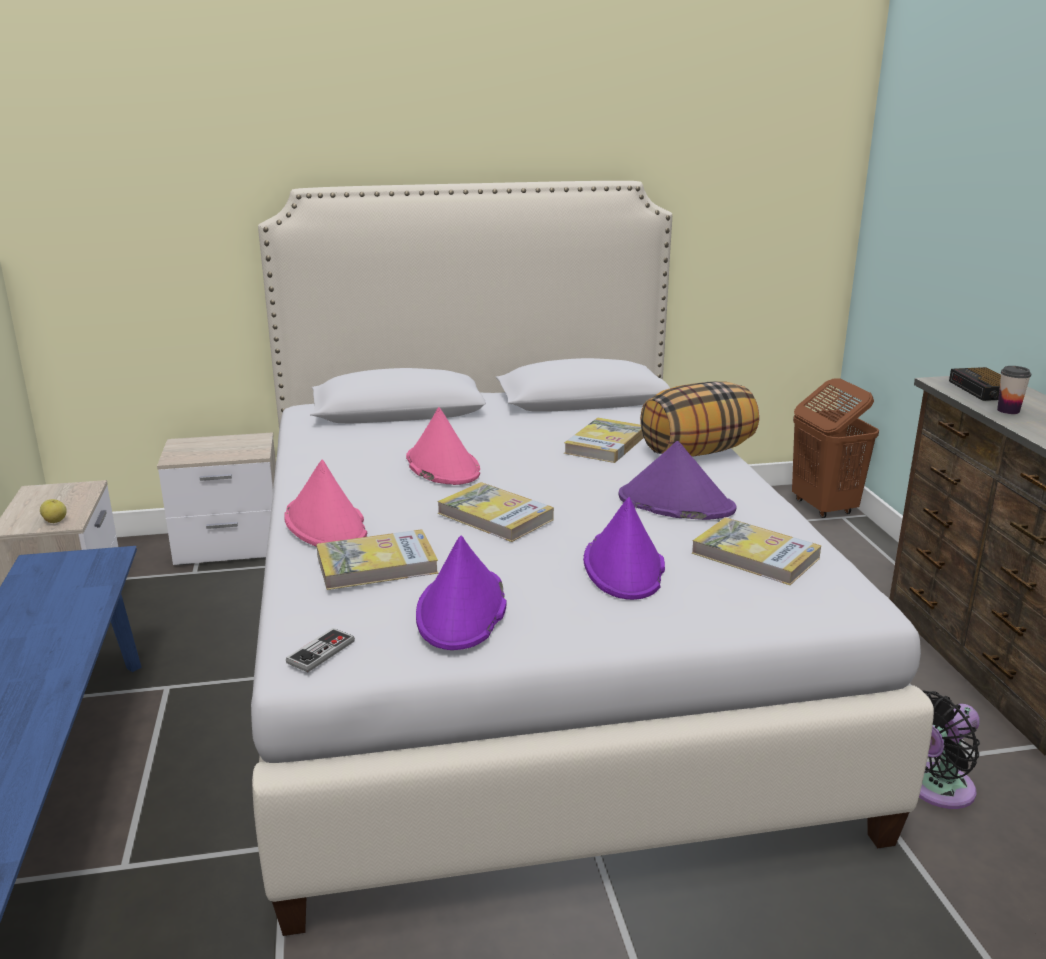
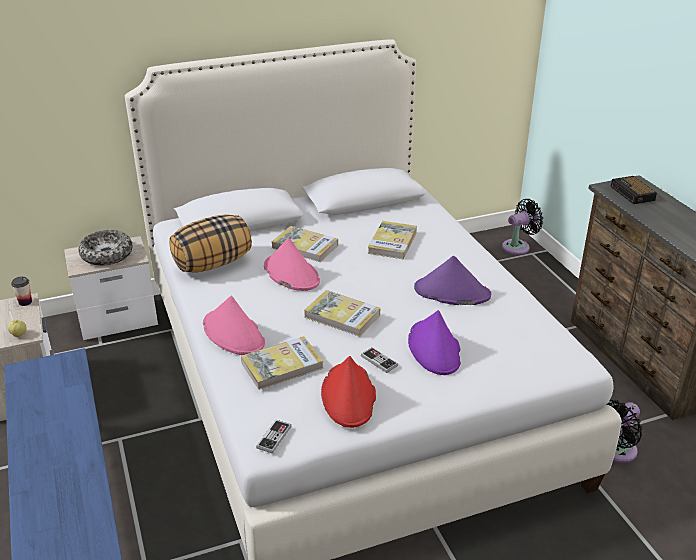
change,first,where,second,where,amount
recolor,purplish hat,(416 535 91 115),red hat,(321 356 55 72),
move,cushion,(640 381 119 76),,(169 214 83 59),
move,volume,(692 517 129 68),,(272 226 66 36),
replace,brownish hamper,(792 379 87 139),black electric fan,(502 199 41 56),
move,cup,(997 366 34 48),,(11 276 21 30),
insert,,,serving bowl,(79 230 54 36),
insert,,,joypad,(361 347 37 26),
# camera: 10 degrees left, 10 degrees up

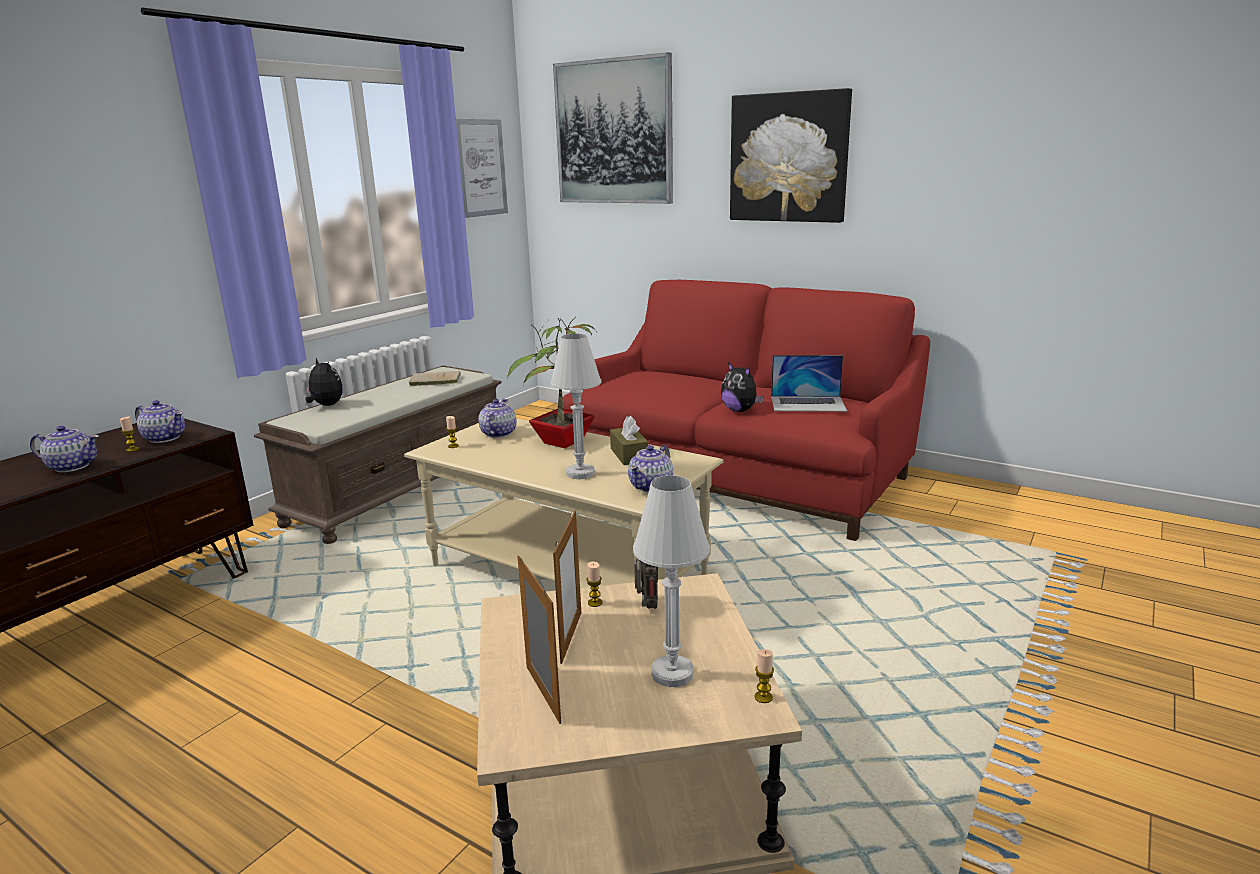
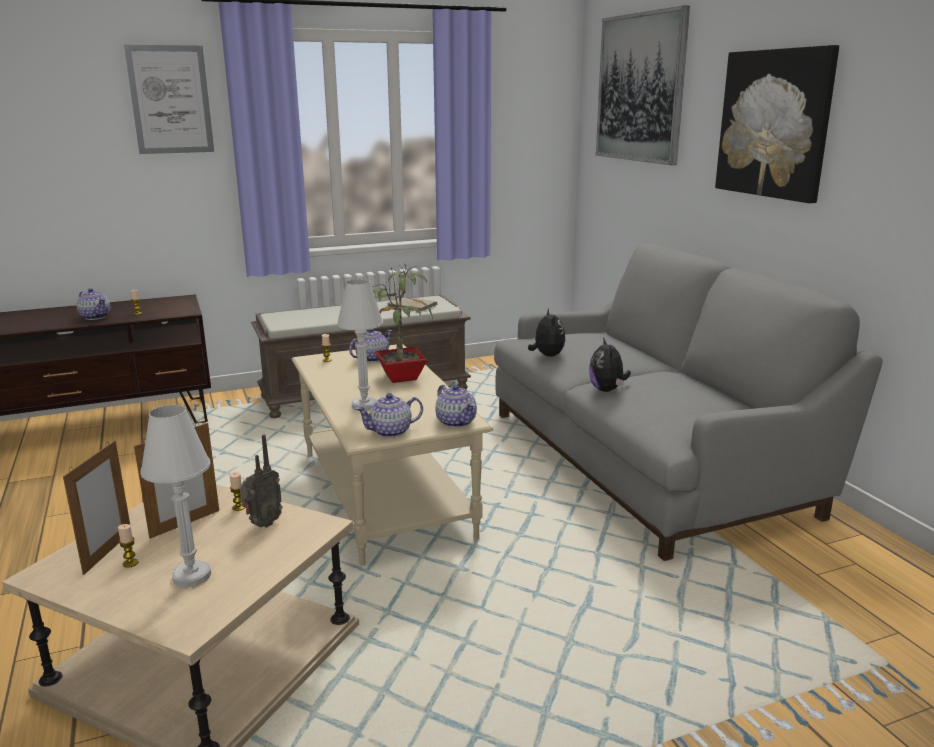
change,first,where,second,where,amount
move,teapot,(135 400 50 43),,(436 385 41 43),
move,soft toy,(305 357 38 49),,(528 309 37 48),
move,wall art,(456 119 52 99),,(124 45 90 109),
recolor,red couch,(563 280 367 261),grey couch,(494 244 388 317),
delete,brownish tissue box,(610 416 38 49),,,
move,wax light,(755 649 19 54),,(118 524 21 44),
delete,notebook computer,(771 355 76 57),,,
# camera: 35 degrees right, 0 degrees up

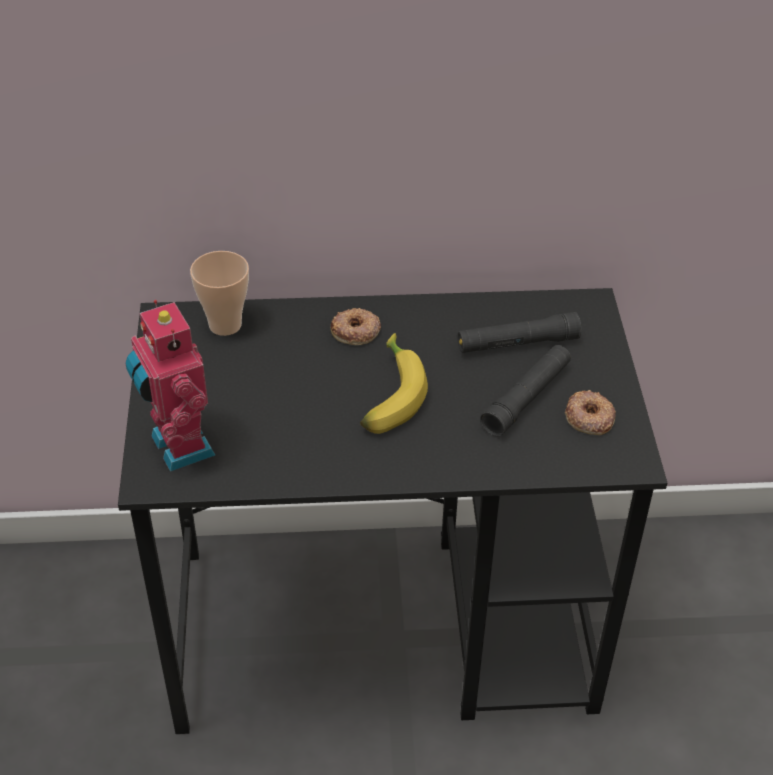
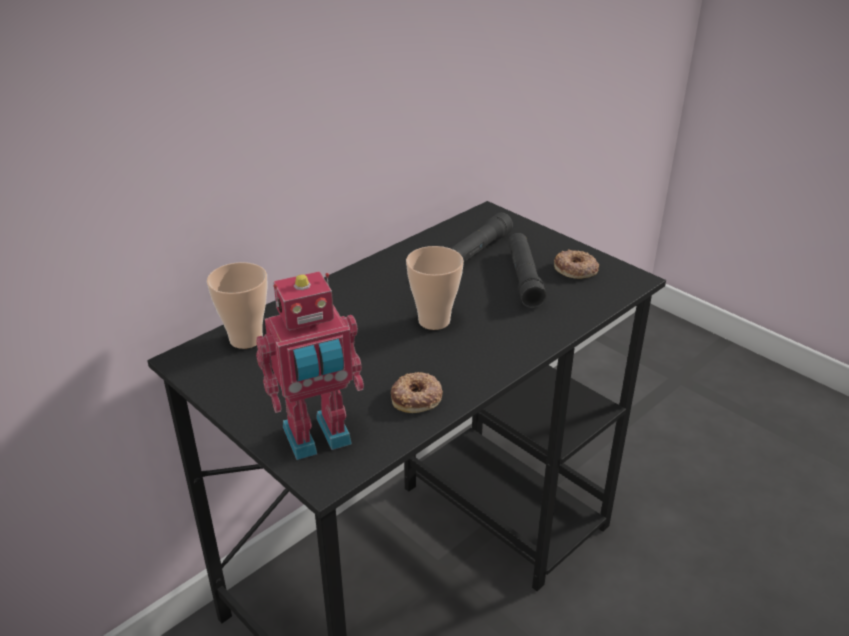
change,first,where,second,where,amount
rotate,toy robot,(125 300 90 172),,(256 271 108 189),45 degrees counterclockwise
move,doughnut,(331 308 50 37),,(391 372 52 41),
replace,banana,(360 333 68 101),cup,(406 246 58 84),
# camera: 40 degrees left, 10 degrees down

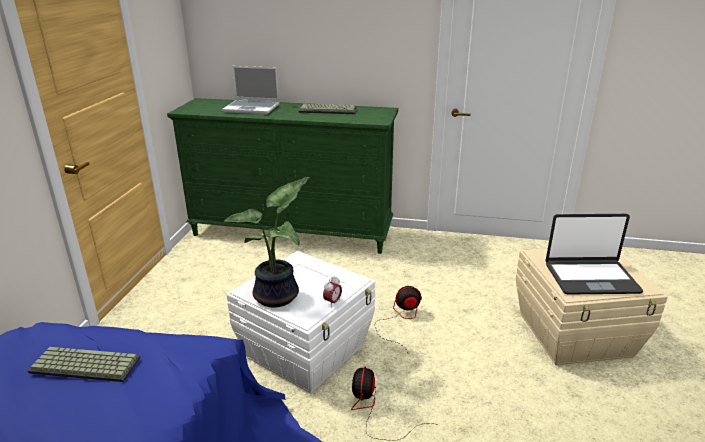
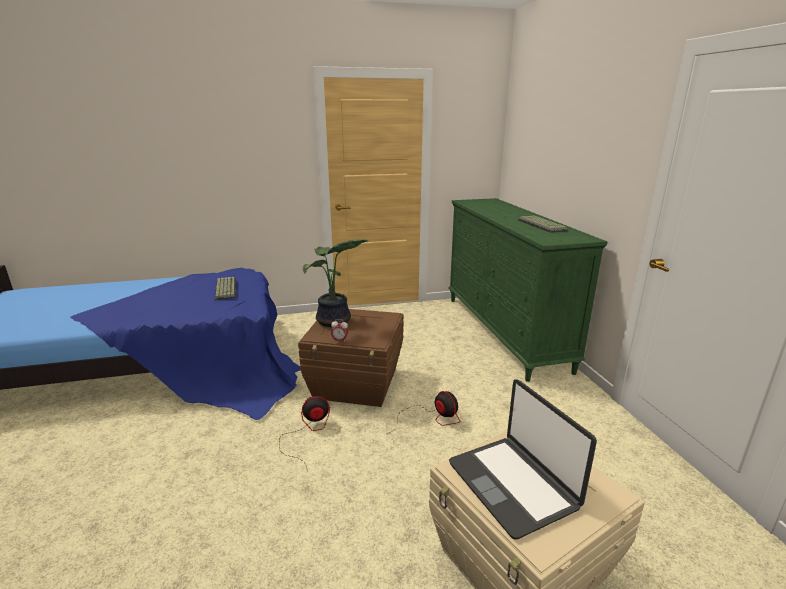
change,first,where,second,where,amount
delete,notebook computer,(222 66 58 49),,,
recolor,whitish storage bin,(227 251 148 142),brownish storage bin,(298 309 105 98),
# camera: 65 degrees right, 5 degrees down

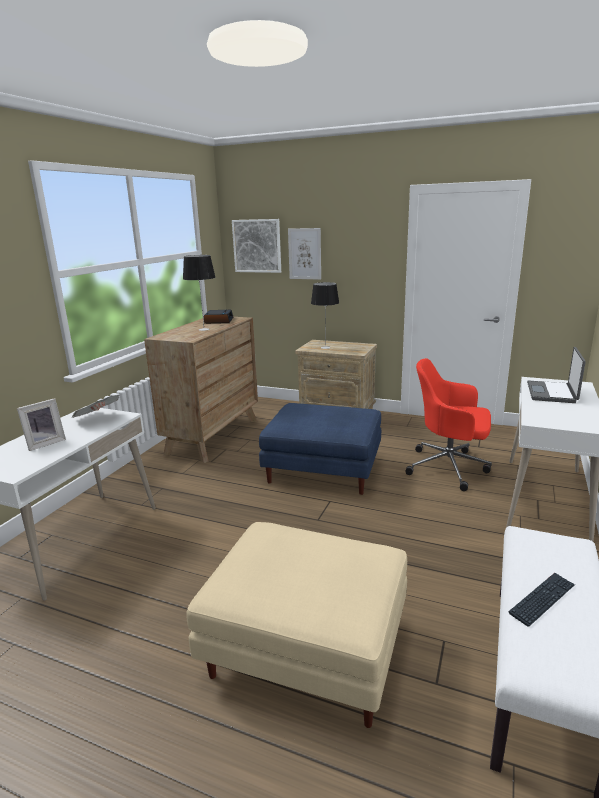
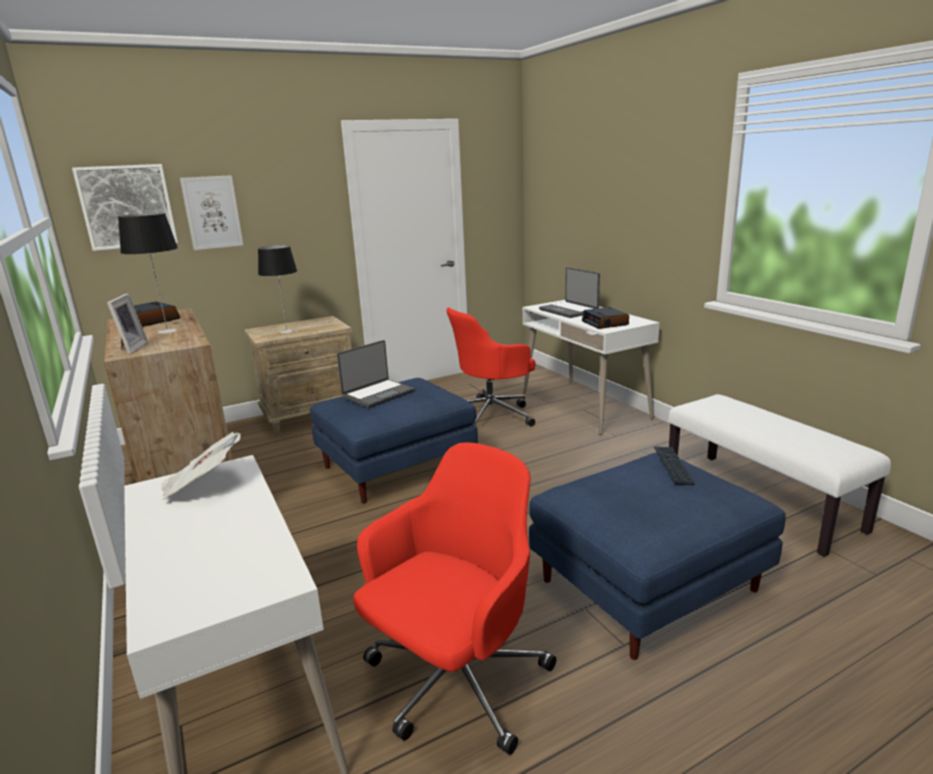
change,first,where,second,where,amount
move,standing frame,(17 398 49 53),,(107 293 41 61),
recolor,beige-coloured pouffe,(186 522 221 206),blue-coloured pouffe,(529 452 257 208),
move,computer keyboard,(508 573 67 54),,(654 446 41 39),
insert,,,notebook computer,(337 340 78 68),
insert,,,red office chair,(353 443 203 312),
insert,,,alarm clock,(582 307 47 22),
# camera: 50 degrees left, 0 degrees up

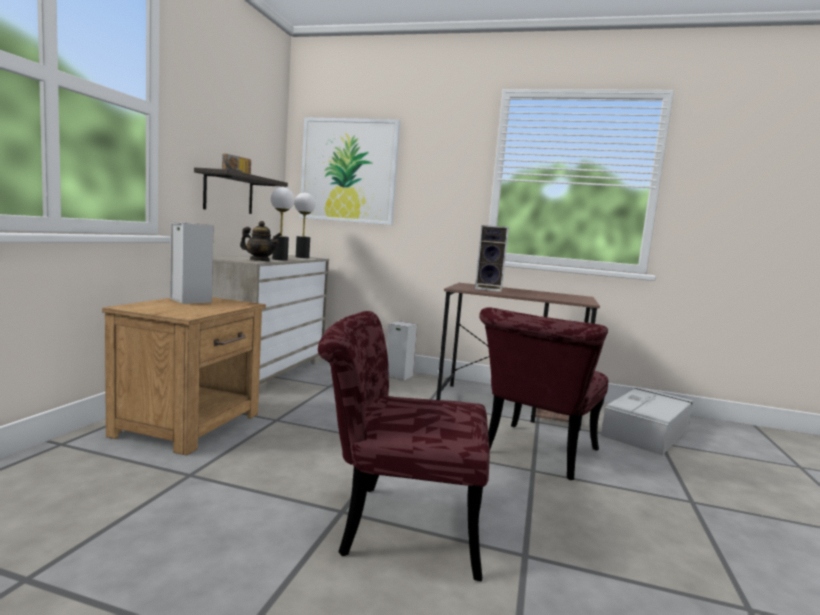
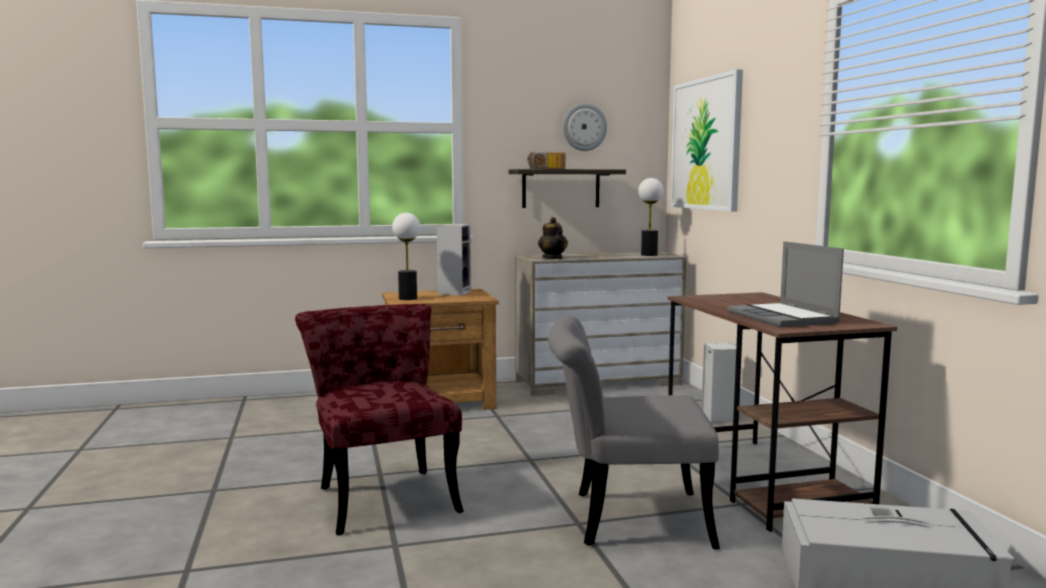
change,first,where,second,where,amount
move,table lamp,(271 187 23 73),,(392 213 28 87),
delete,loudspeaker,(475 225 34 67),,,
recolor,red upright chair,(479 307 129 173),grey upright chair,(548 315 172 235),
insert,,,wall clock,(563 103 44 48),
insert,,,notebook computer,(727 241 117 86),
# camera: 60 degrees right, 0 degrees up

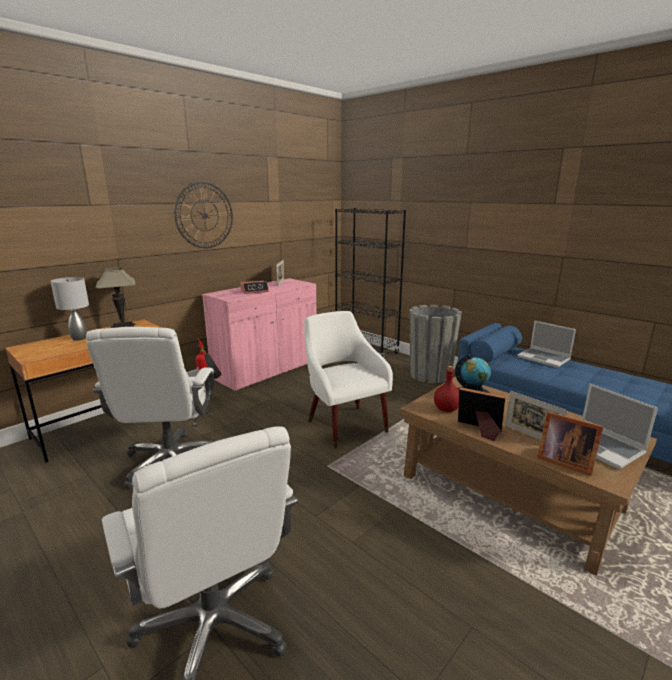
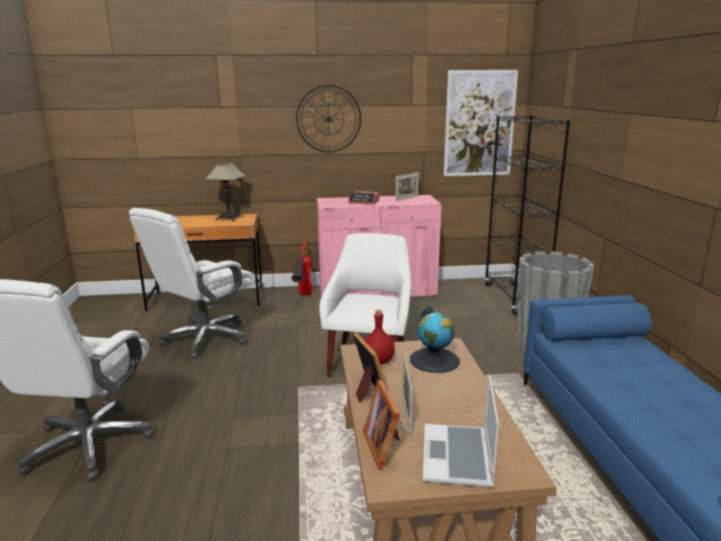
change,first,where,second,where,amount
delete,grey table lamp,(50 277 39 64),,,
delete,notebook computer,(517 321 59 47),,,
insert,,,wall art,(444 70 74 106),
# camera: 40 degrees right, 0 degrees up

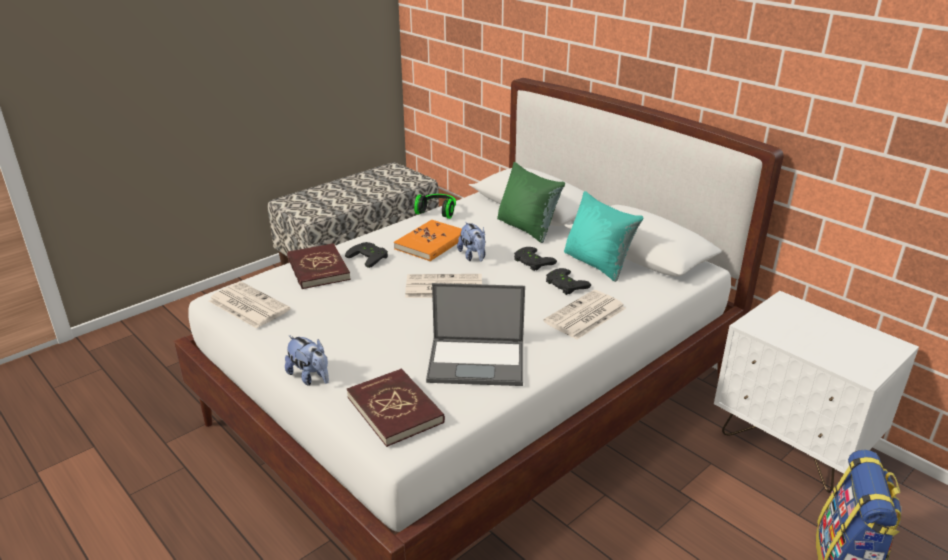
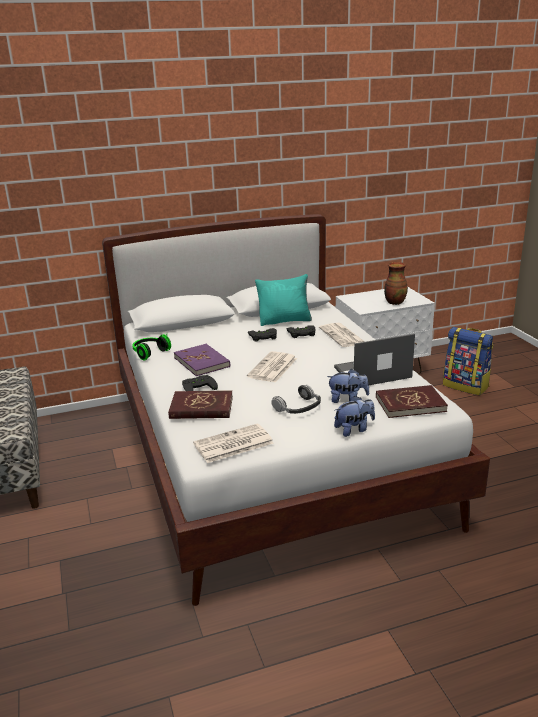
change,first,where,second,where,amount
recolor,orangey volume,(394 220 68 41),purplish volume,(174 344 56 32),
rotate,notebook computer,(426 283 99 103),,(334 334 81 51),135 degrees counterclockwise
move,soft toy,(457 222 29 40),,(327 369 42 34),
delete,greenish cushion,(497 162 68 81),,,
insert,,,pair of headphones,(271 385 50 29),
insert,,,vase,(384 262 24 43),
# camera: 65 degrees left, 5 degrees down

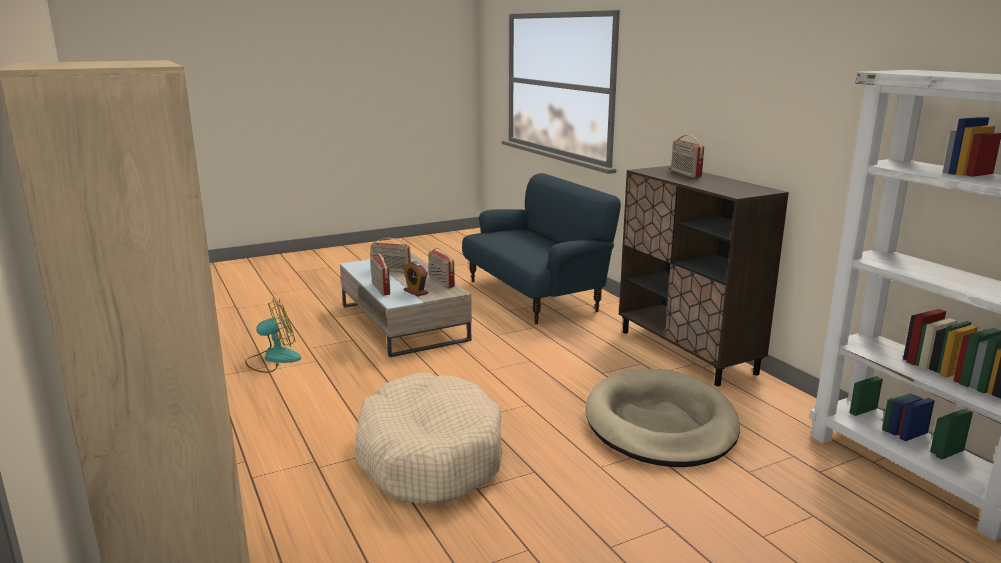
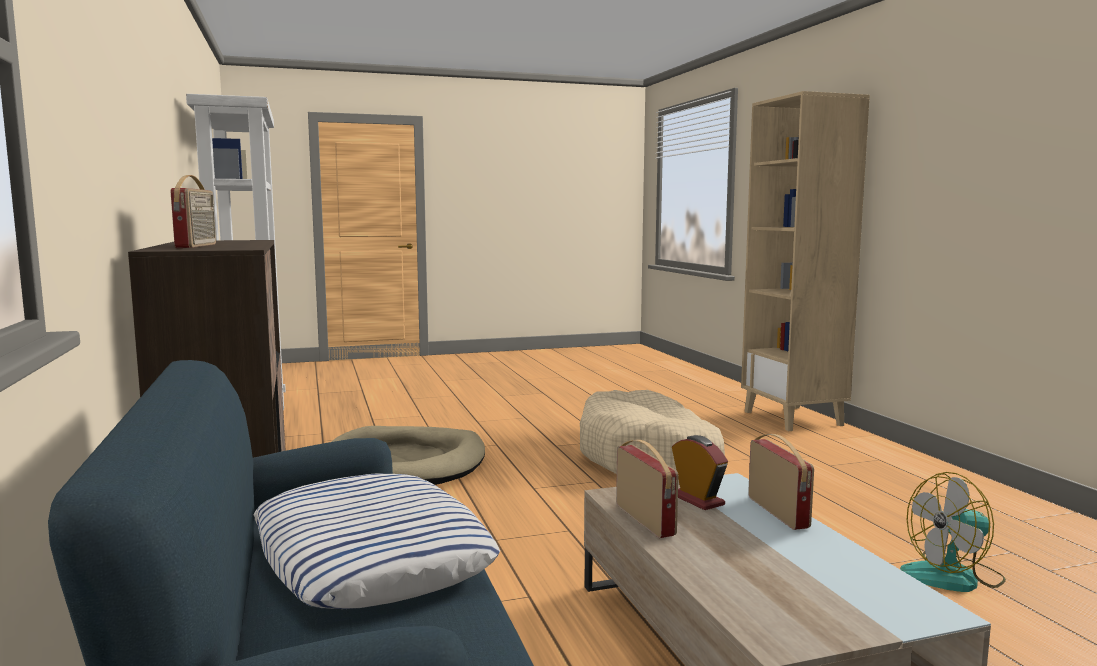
change,first,where,second,where,amount
delete,radio,(371 238 40 34),,,
insert,,,cushion,(253 473 247 136),
# camera: 170 degrees left, 10 degrees down

